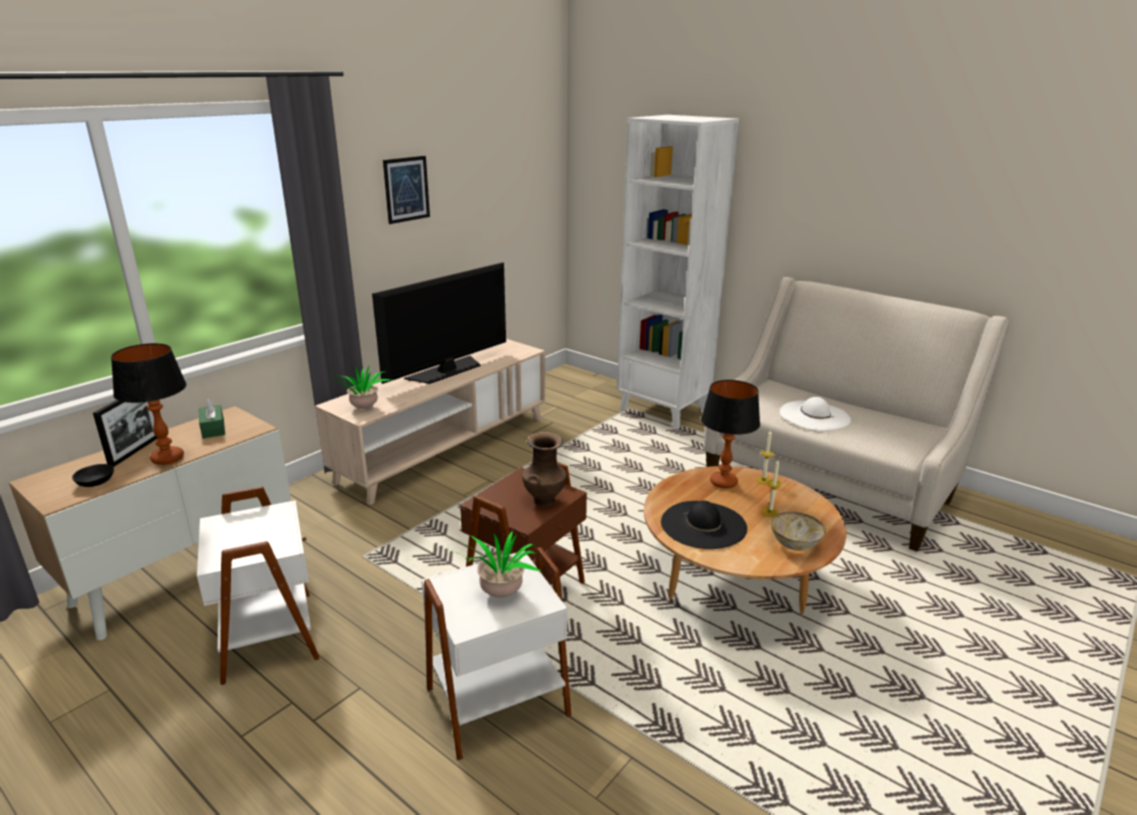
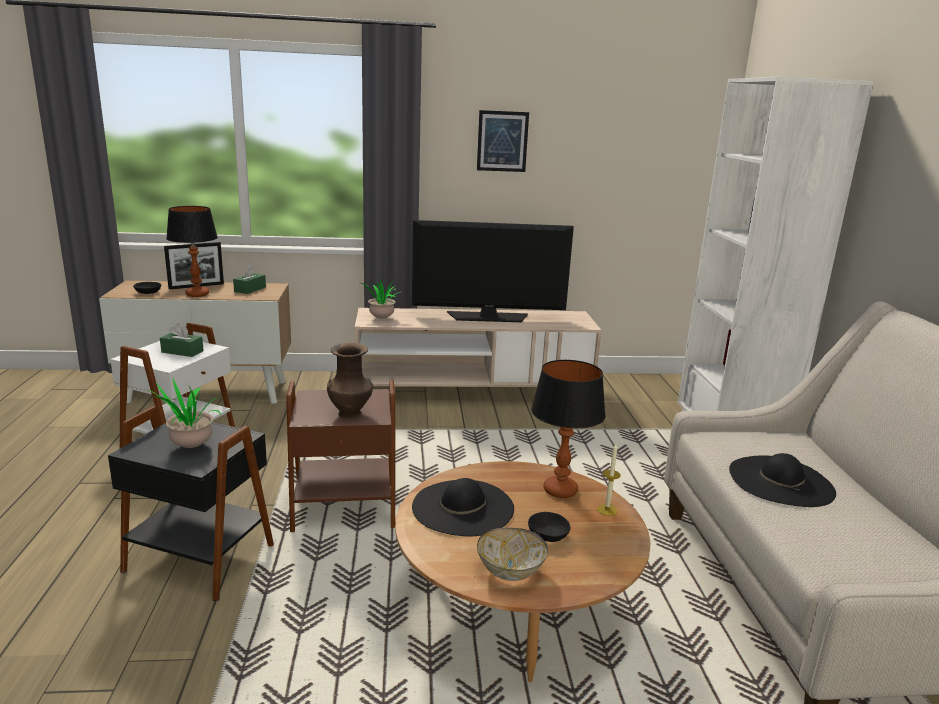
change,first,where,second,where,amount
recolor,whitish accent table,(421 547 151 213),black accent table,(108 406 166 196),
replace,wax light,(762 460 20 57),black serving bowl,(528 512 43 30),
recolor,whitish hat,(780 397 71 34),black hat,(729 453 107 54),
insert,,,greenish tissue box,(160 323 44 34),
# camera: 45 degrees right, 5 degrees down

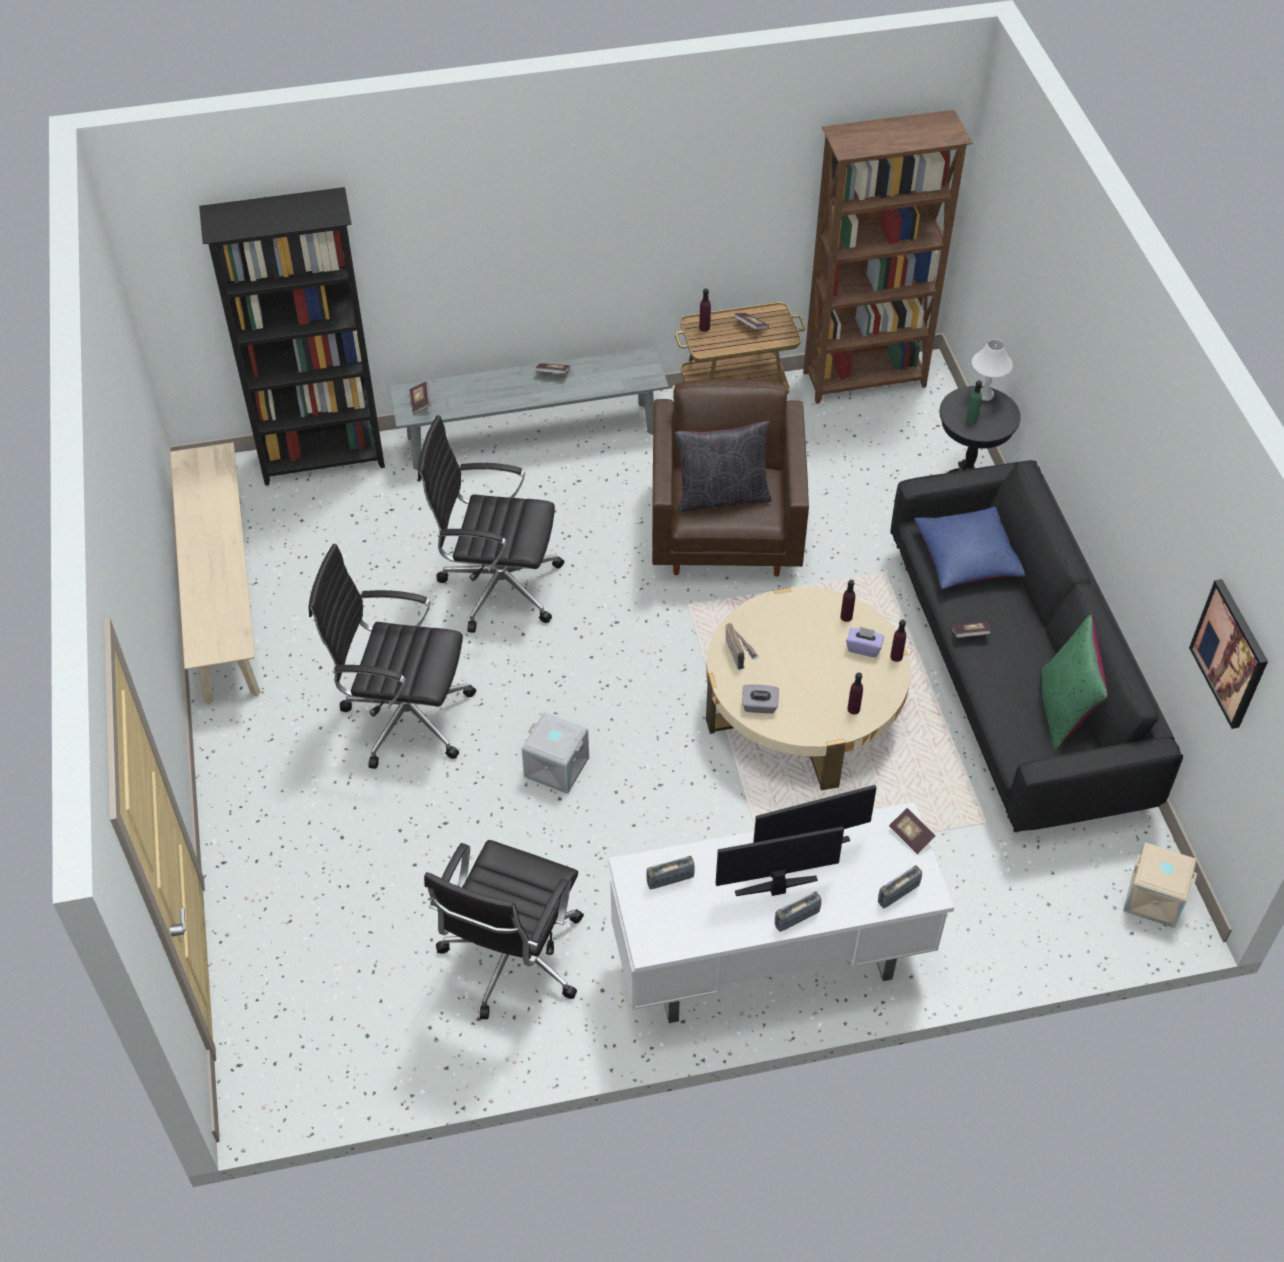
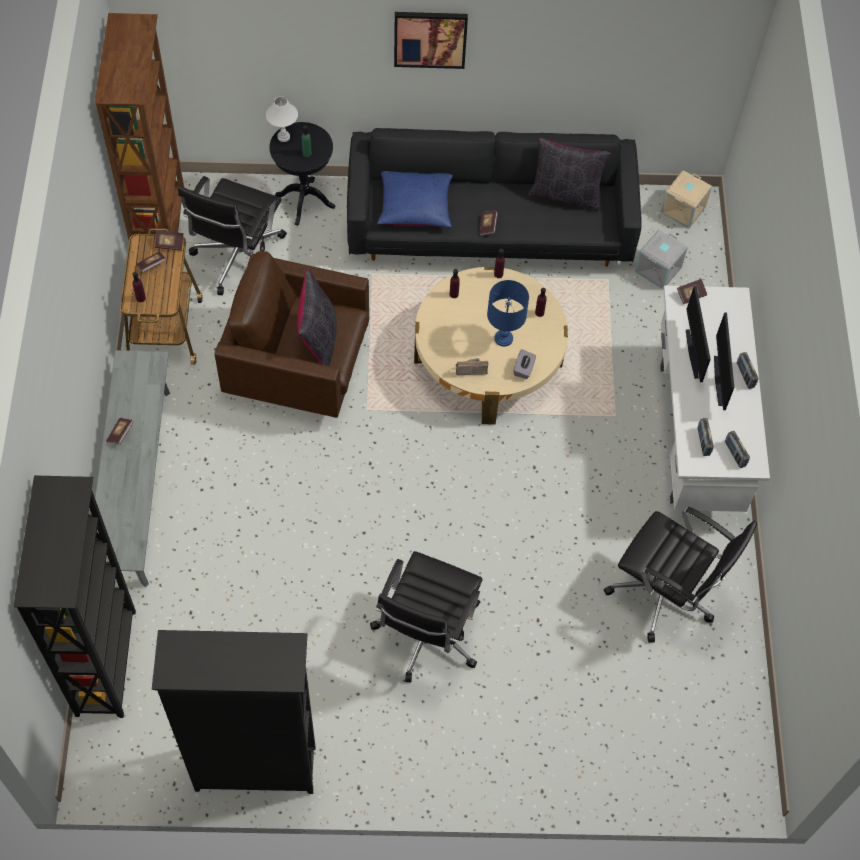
change,first,where,second,where,amount
replace,beige-coloured long seat,(170 442 91 263),black bookcase,(152 630 164 164),
move,volume,(409 382 22 32),,(155 230 29 21),
move,black office chair,(418 415 146 218),,(178 176 109 119),
move,grey storage bin,(522 713 67 81),,(634 230 54 59),
delete,purplish tissue box,(846 626 38 31),,,
move,radio,(878 865 44 43),,(725 431 25 37),
recolor,greenish cushion,(1041 614 67 137),black cushion,(528 138 83 73),
move,wall art,(1189 579 79 150),,(394 12 74 57),
insert,,,blue-coloured table lamp,(487 280 42 67),
# camera: 80 degrees left, 10 degrees up

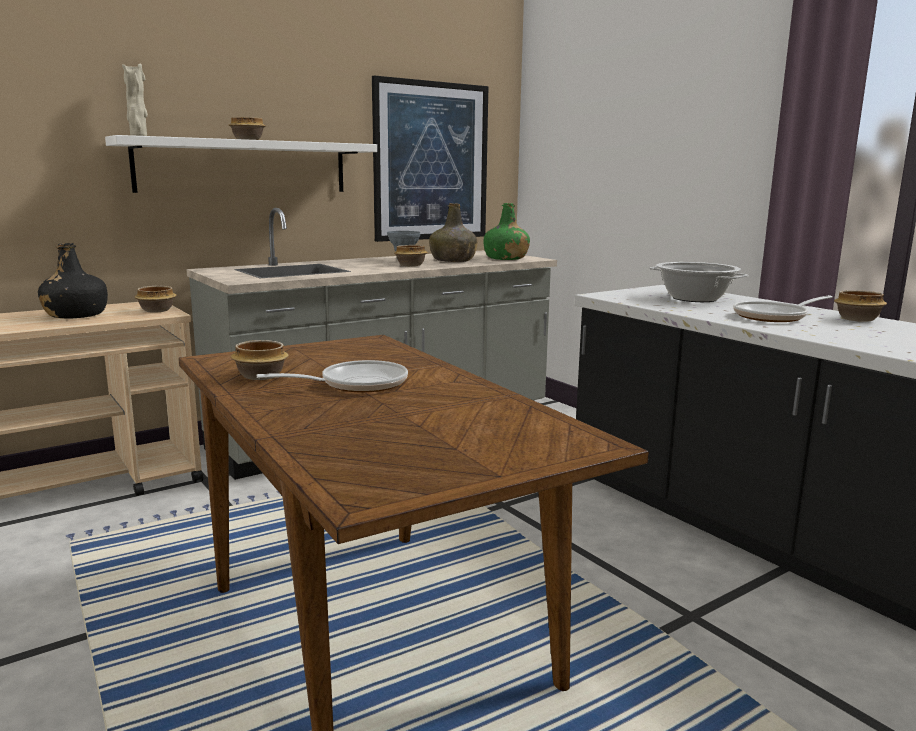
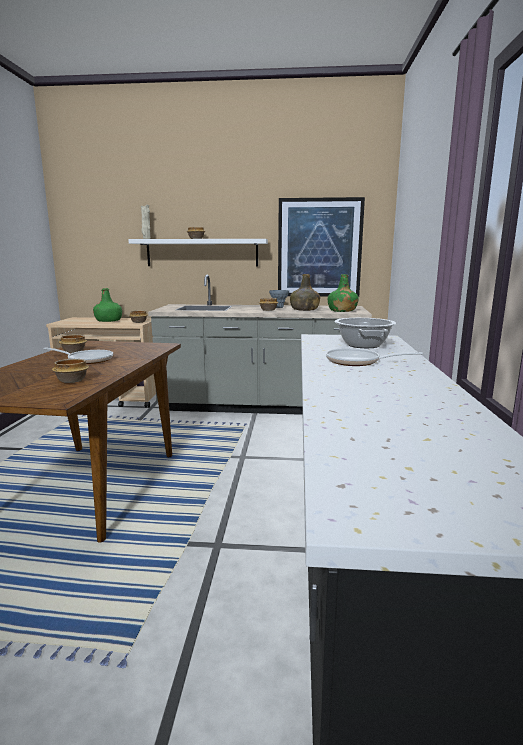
change,first,where,second,where,amount
recolor,black drink bottle,(38 243 70 76),greenish drink bottle,(93 288 29 34),
move,serving bowl,(834 290 53 32),,(52 359 37 24),
# camera: 40 degrees right, 0 degrees up

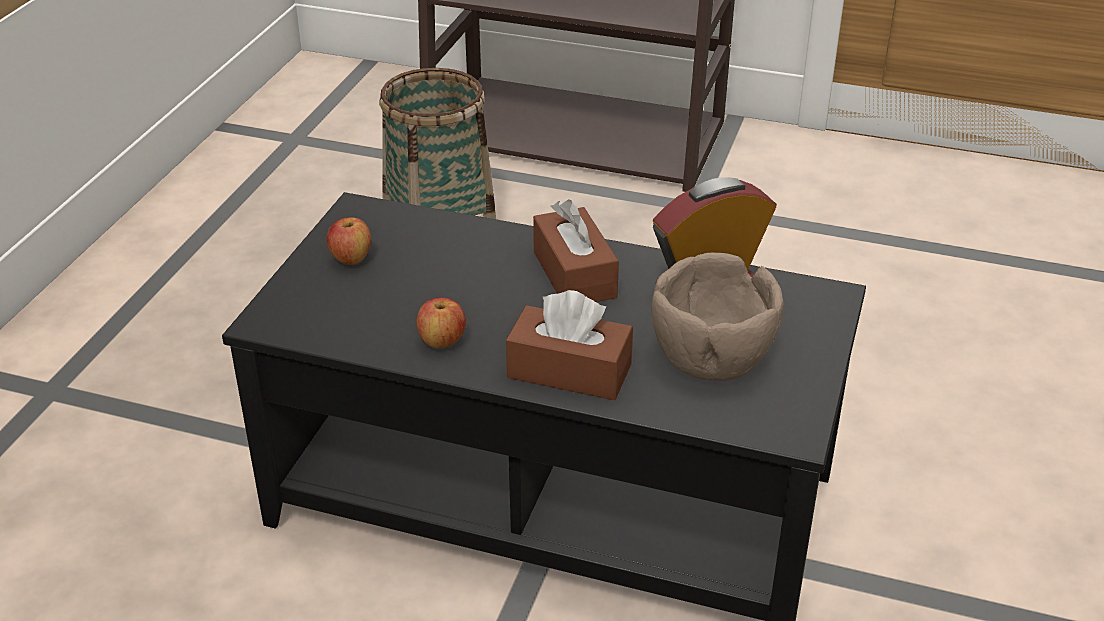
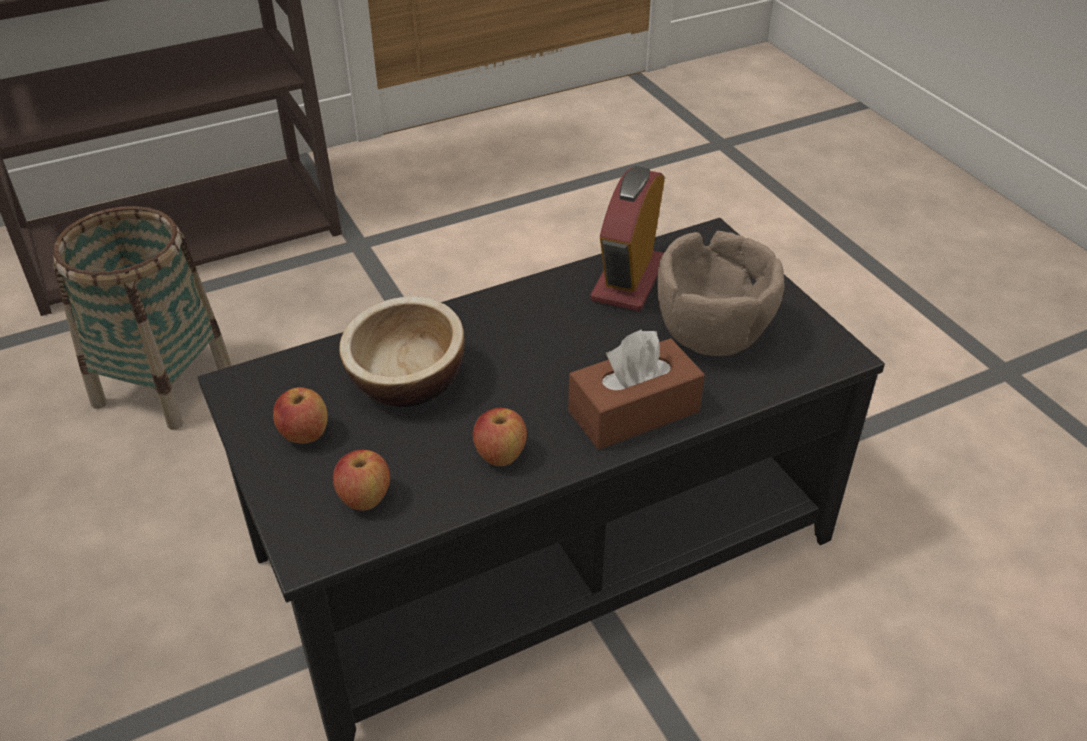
change,first,where,second,where,amount
delete,brownish tissue box,(533 200 86 102),,,
insert,,,apple,(333 450 57 61),
insert,,,serving bowl,(339 296 126 111),
# camera: 45 degrees left, 5 degrees up

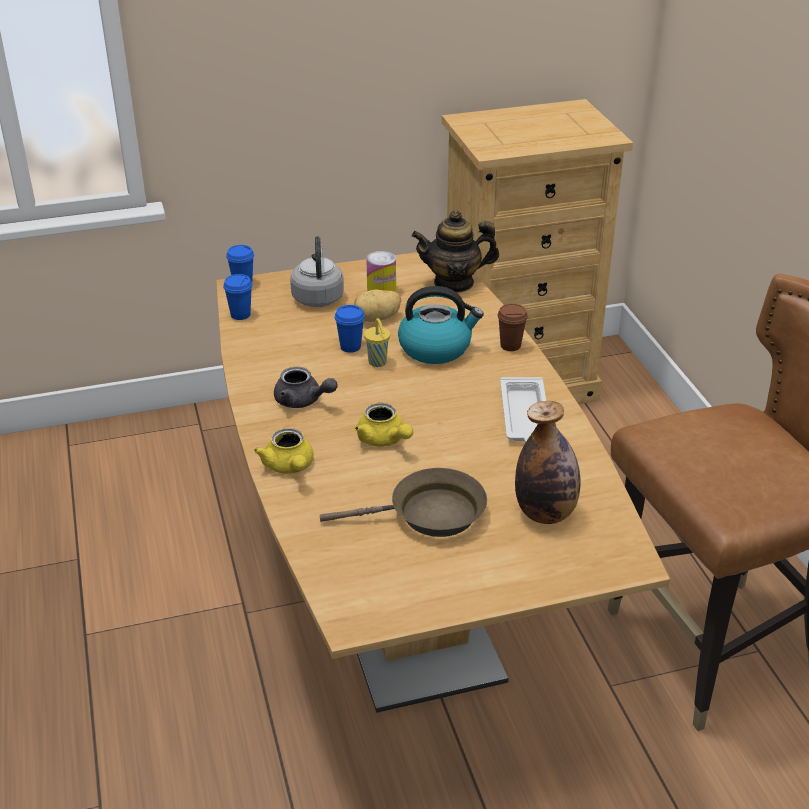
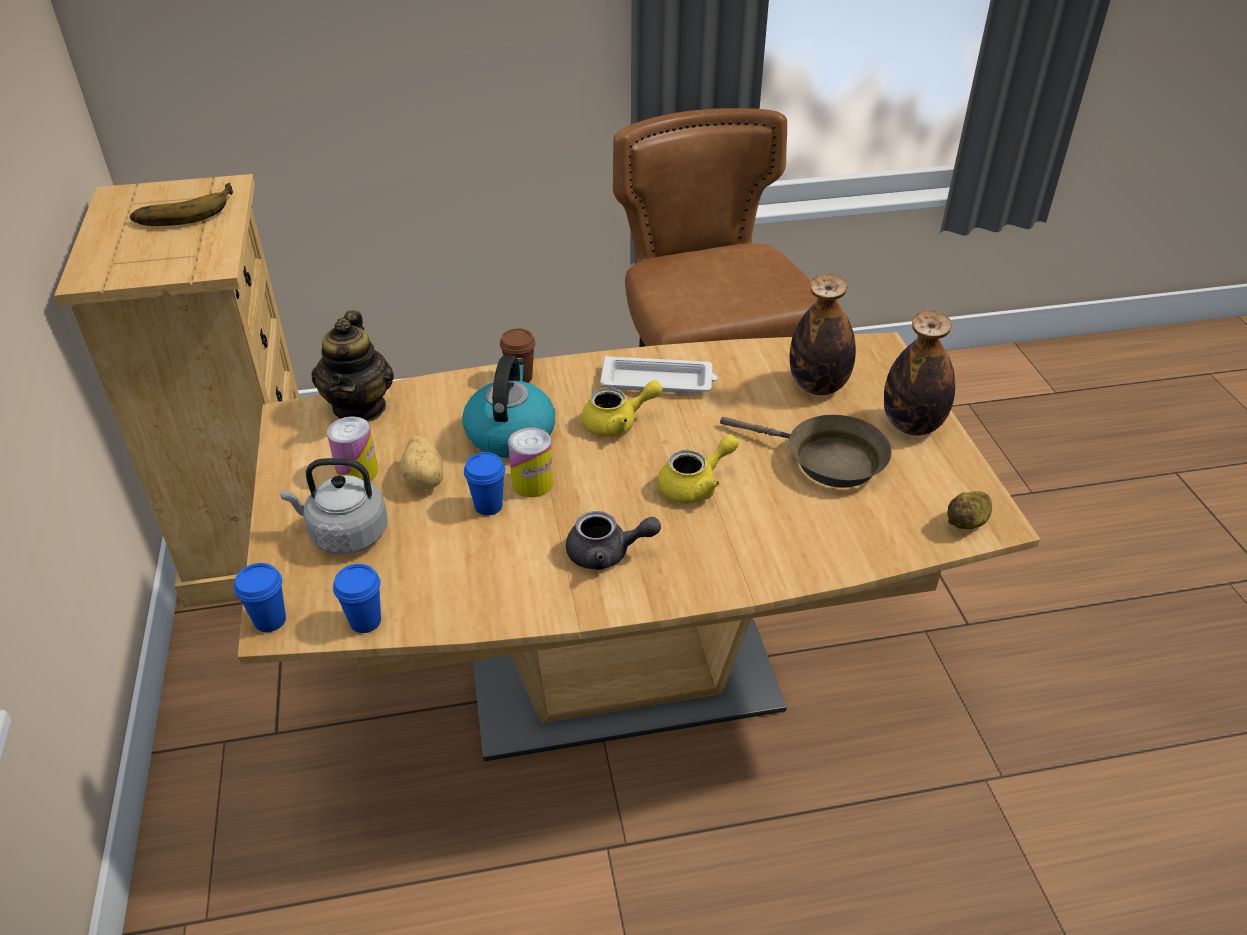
change,first,where,second,where,amount
move,yellow teapot,(254 428 60 46),,(581 380 82 57),
rotate,grey teapot,(274 367 64 41),,(566 511 95 59),60 degrees clockwise
rotate,brownish skillet,(320 468 167 69),,(720 415 172 73),120 degrees clockwise
replace,yellow cup,(364 318 26 49),can,(508 427 46 70),
insert,,,banana,(130 183 104 43),
insert,,,drink bottle,(884 310 71 125),
insert,,,whole potato,(948 491 44 38),
# camera: 85 degrees left, 5 degrees up

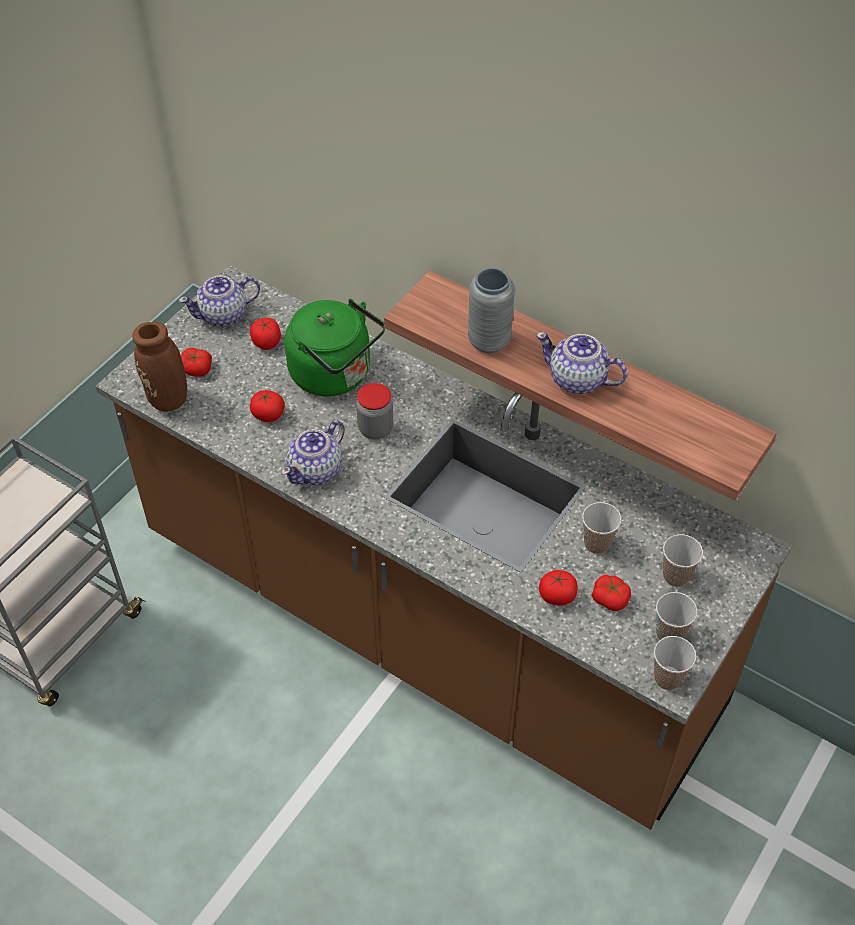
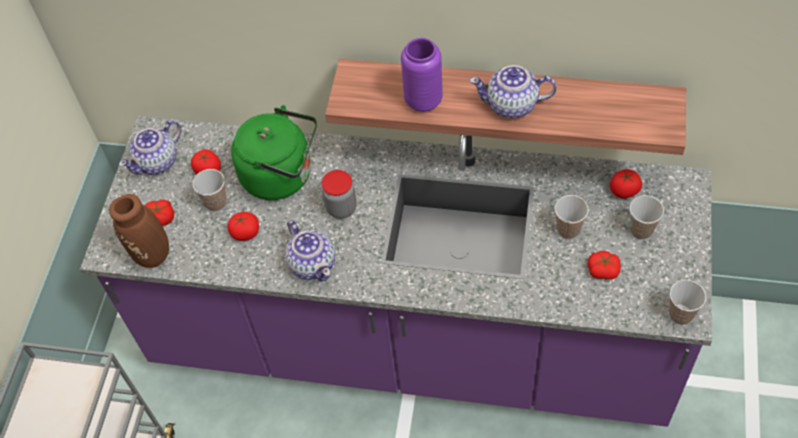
change,first,where,second,where,amount
recolor,brownish kitchen counter,(95 265 698 565),purplish kitchen counter,(80 116 632 311),
rotate,teapot,(281 420 64 65),,(285 220 50 62),45 degrees counterclockwise
recolor,grey vase,(468 268 47 85),purplish vase,(401 38 42 74),
move,whole tomato,(539 570 39 36),,(610 169 32 29),
move,cup,(656 592 42 48),,(192 169 35 42),
# camera: 20 degrees left, 5 degrees up

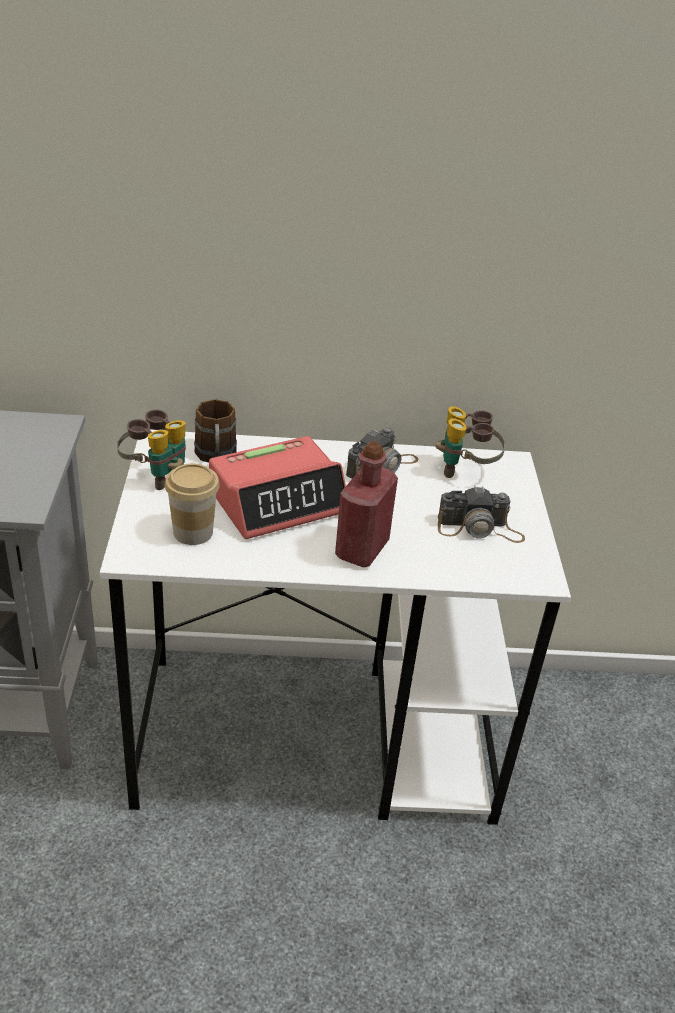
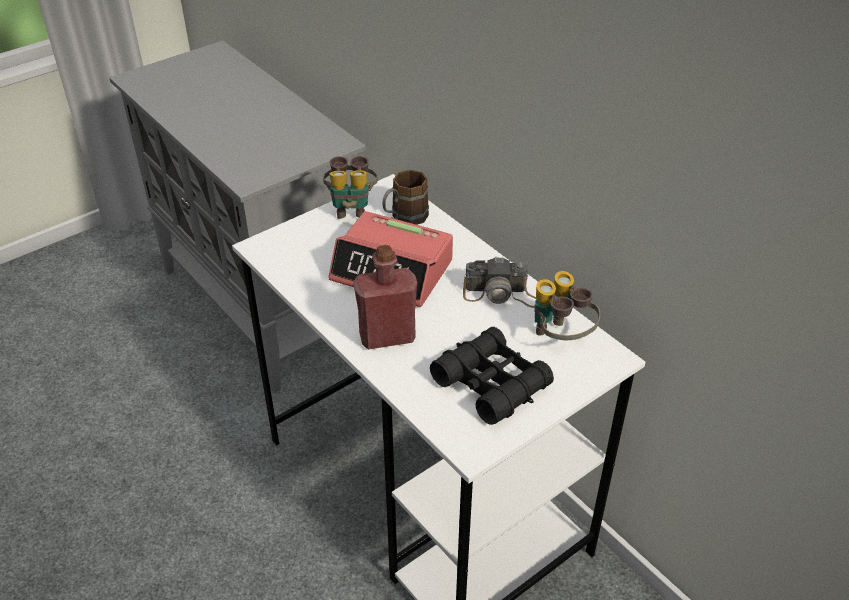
change,first,where,second,where,amount
delete,cup,(165 463 55 82),,,
replace,photo camera,(438 486 87 57),black pair of binoculars,(430 327 124 98),
# camera: 55 degrees right, 5 degrees up

